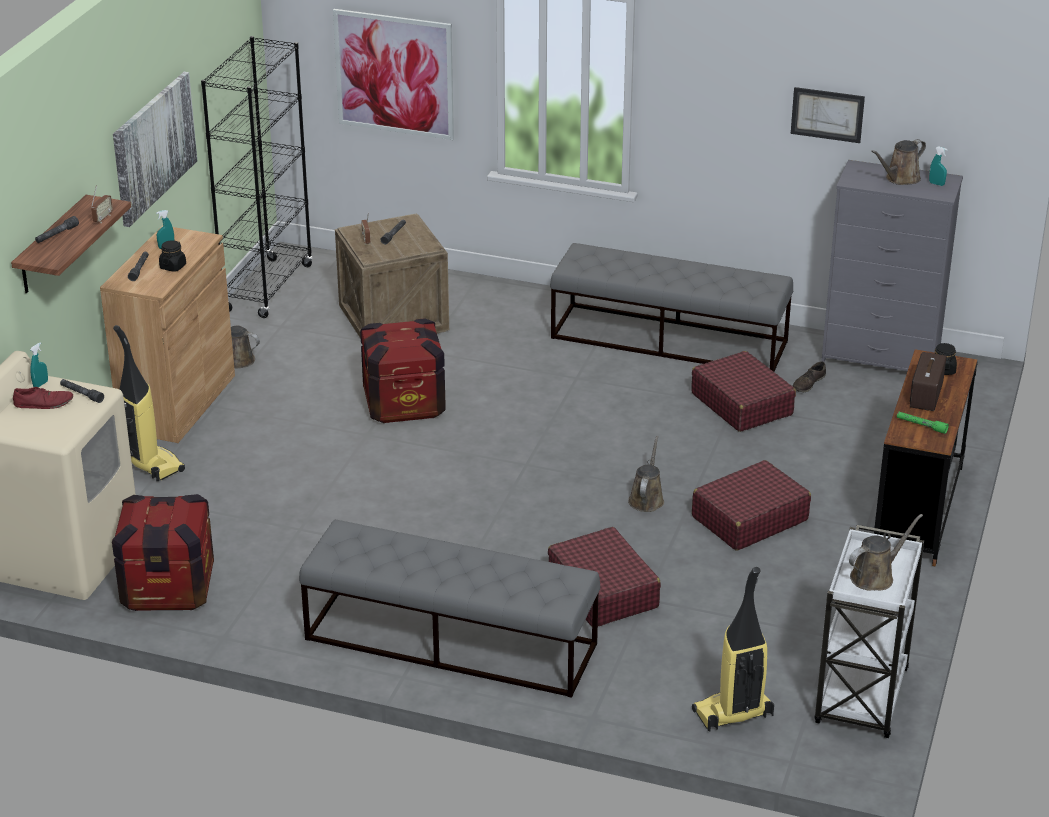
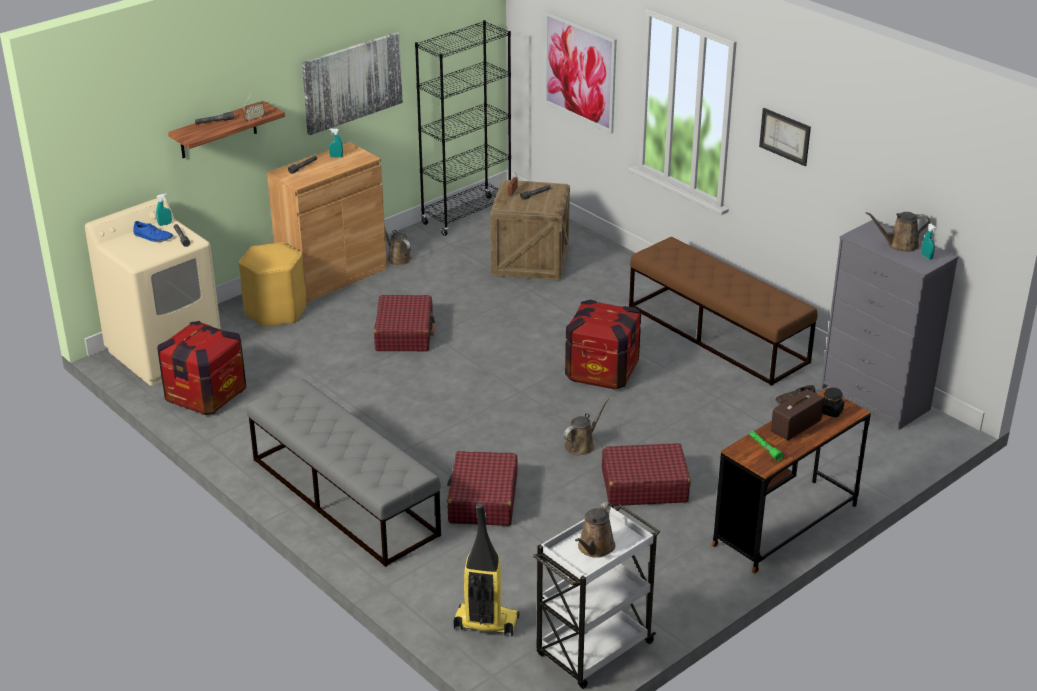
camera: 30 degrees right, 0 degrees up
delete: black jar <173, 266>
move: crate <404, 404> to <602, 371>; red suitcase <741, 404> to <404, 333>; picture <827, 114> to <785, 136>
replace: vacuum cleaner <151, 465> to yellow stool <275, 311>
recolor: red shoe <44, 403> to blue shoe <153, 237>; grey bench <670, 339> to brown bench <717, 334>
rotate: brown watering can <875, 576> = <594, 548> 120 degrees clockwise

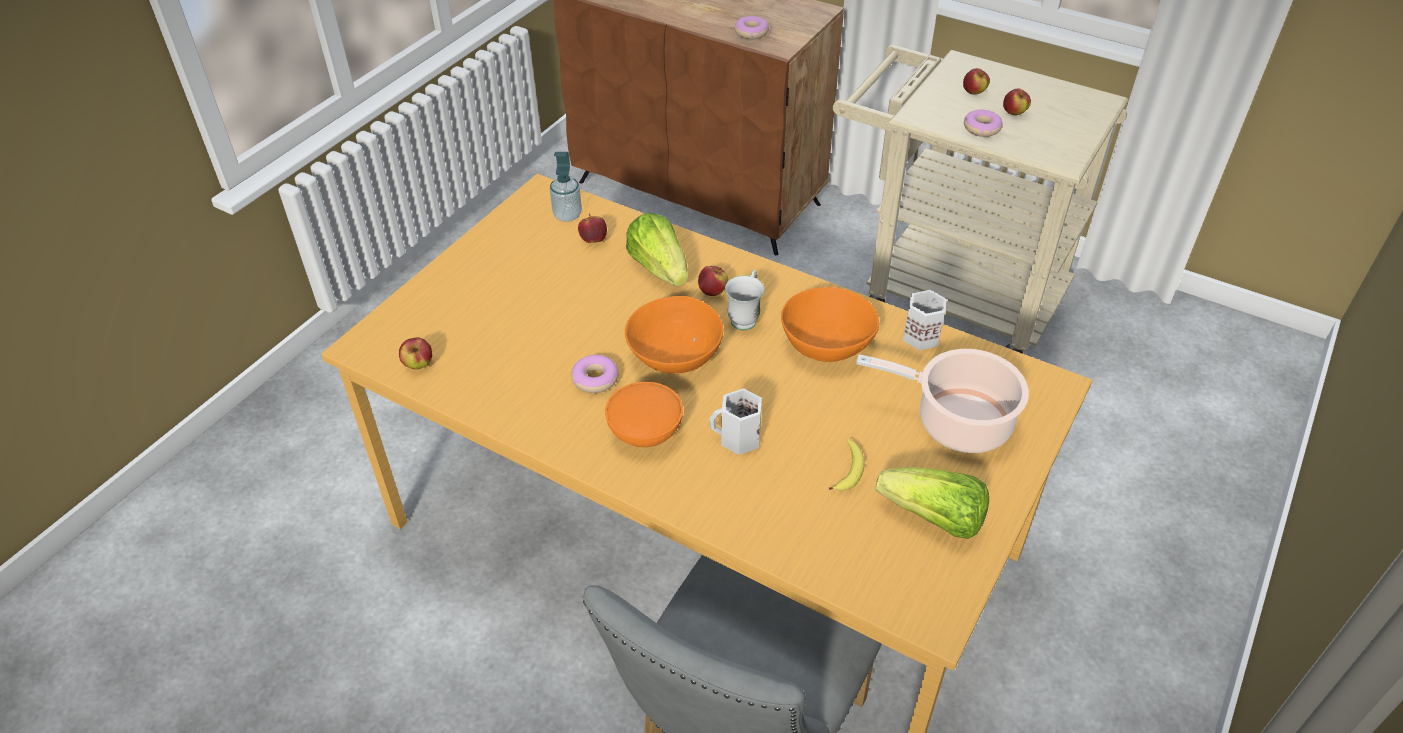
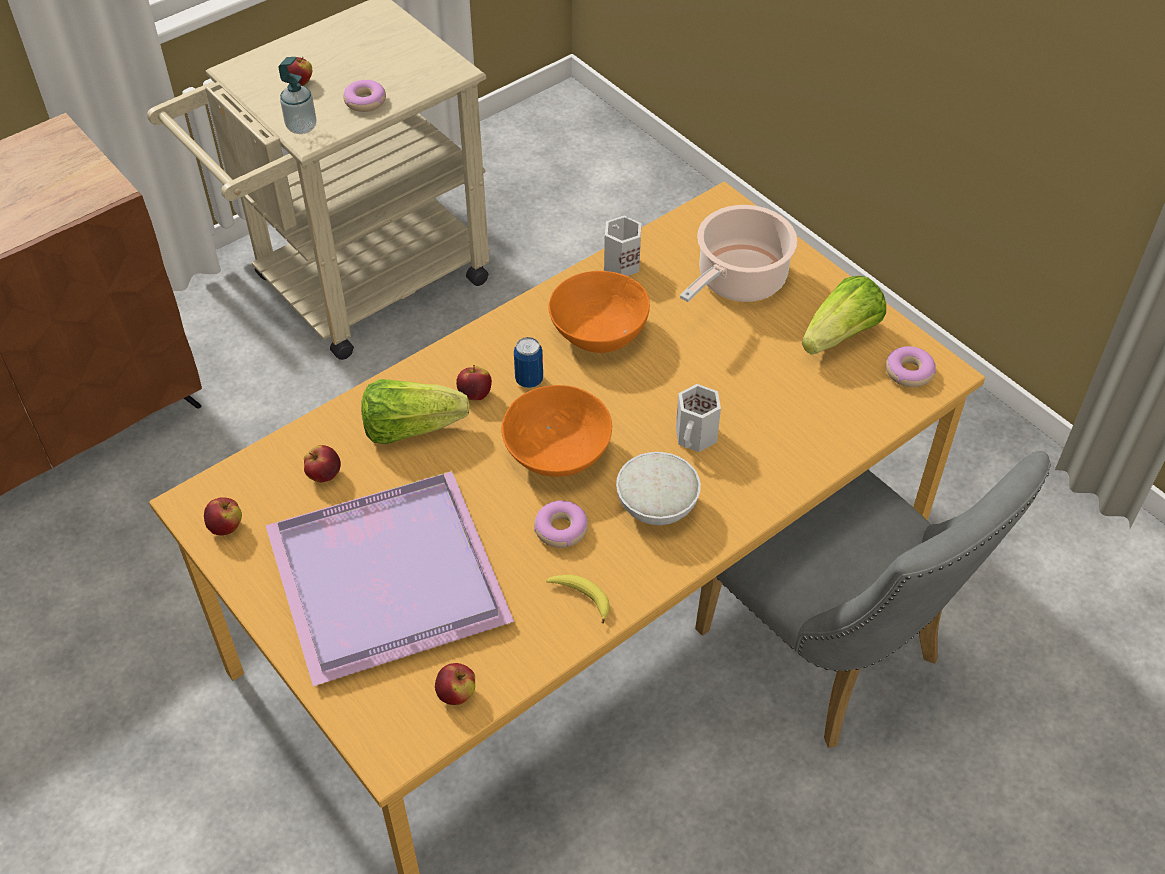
camera: 70 degrees left, 5 degrees up
insert: purple tray <390, 573>
move: soap dispenser <567, 215> to <301, 127>; donut <751, 33> to <909, 372>; banana <848, 470> to <581, 597>; apple <1014, 113> to <226, 527>
replace: white mug <745, 317> to can <529, 380>
recolor: orange bowl <646, 431> to white bowl <655, 505>

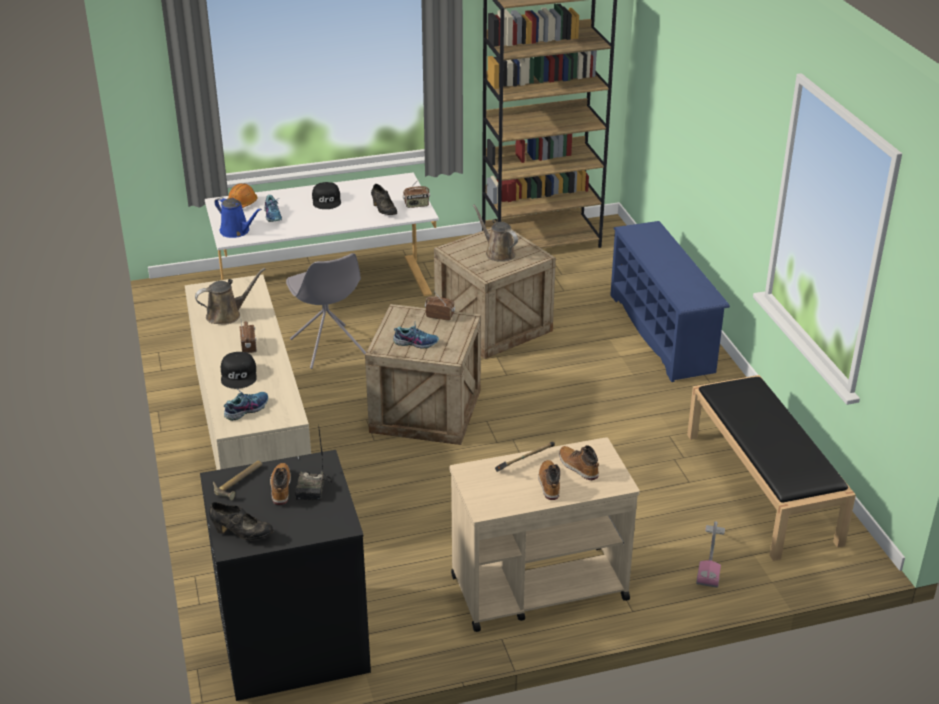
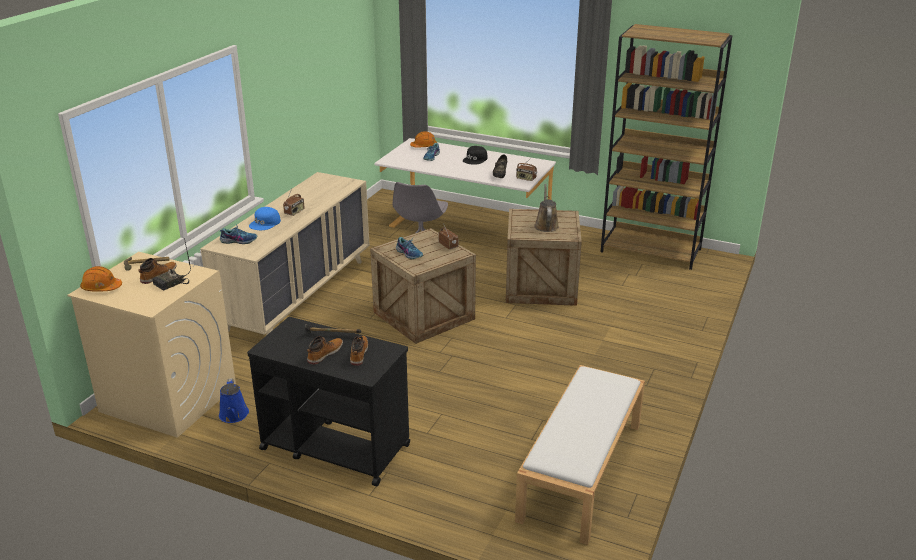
camera: 40 degrees right, 5 degrees down
delete: brown watering can <227, 315>; blue shoe rack <663, 333>; vacuum cleaner <711, 557>
move: blue watering can <237, 231> to <234, 416>
replace: black shoe <242, 534> to orange hard hat <101, 288>
recolor: black washing machine <292, 641> to beige washing machine <167, 398>; black cap <239, 375> to blue cap <265, 223>; beige cart <537, 587> to black cart <334, 446>; black bench <763, 488> to white bench <581, 471>

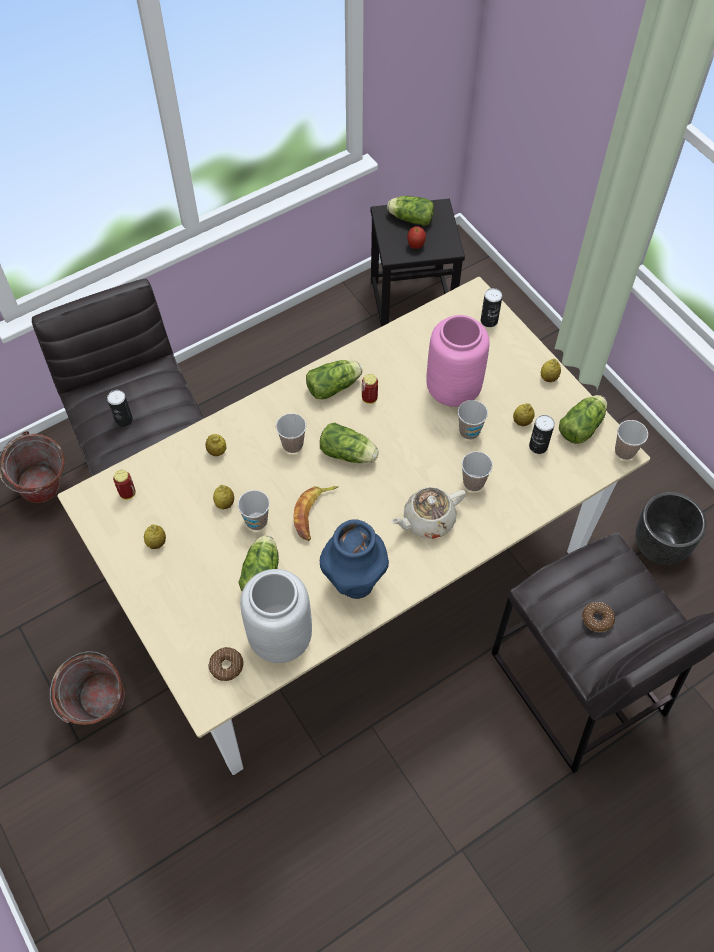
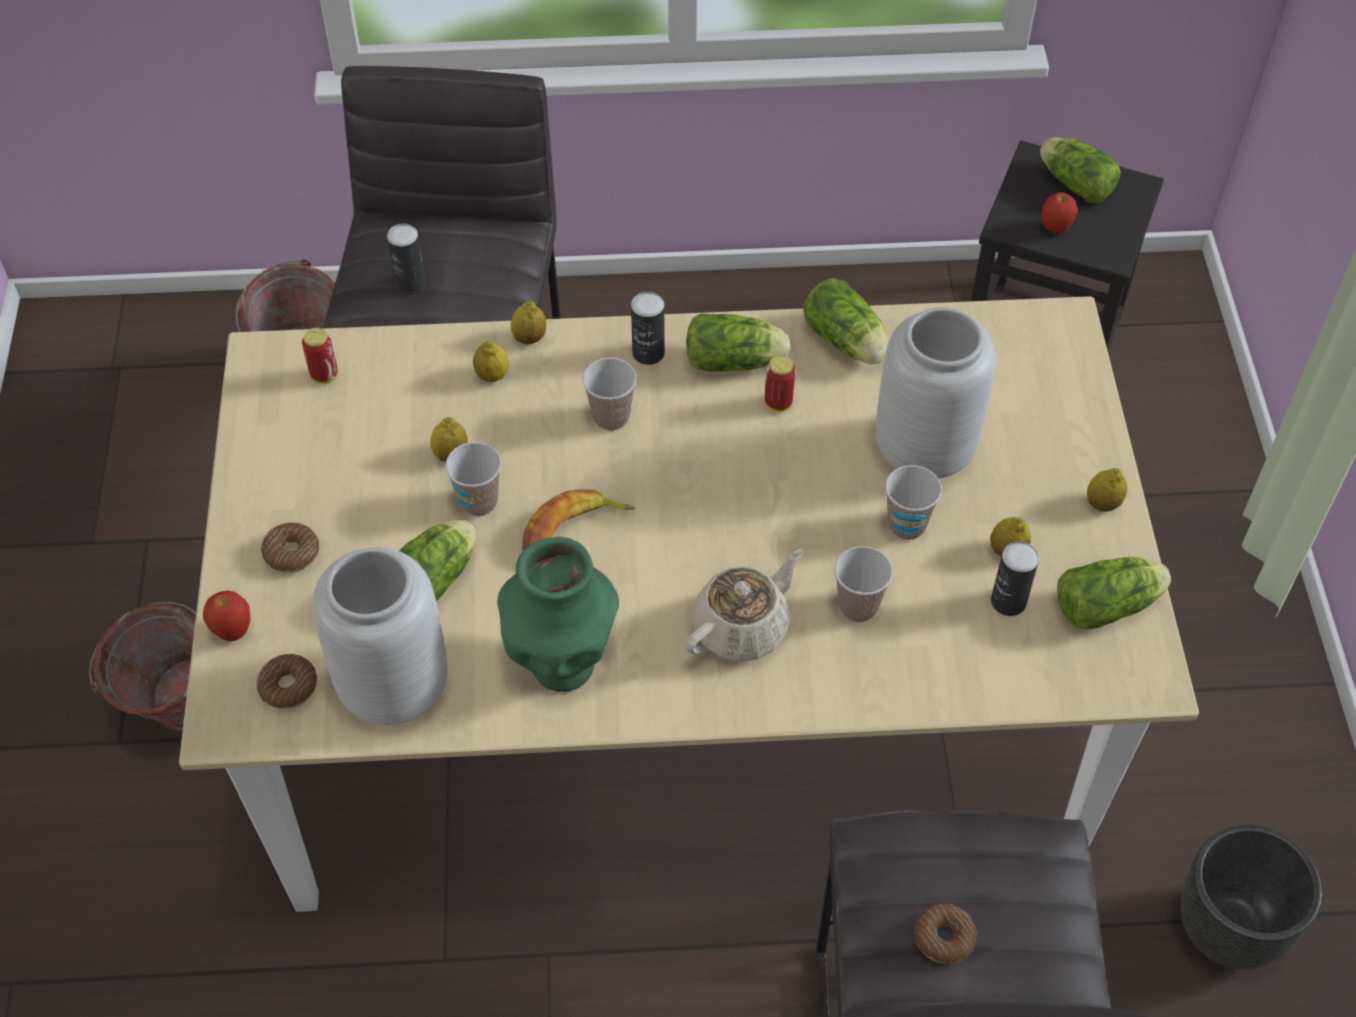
camera: 30 degrees right, 5 degrees down
delete: cup <625, 451>
insert: apple <233, 631>; donut <291, 553>
move: lemon <156, 543> to <529, 338>; lettuce <349, 454> to <847, 343>; can <489, 321> to <648, 353>
recolor: blue vase <355, 582> to green vase <563, 663>; pink vase <452, 389> to grey vase <923, 448>
rotate: beige teapot <427, 520> = <742, 627> 135 degrees clockwise

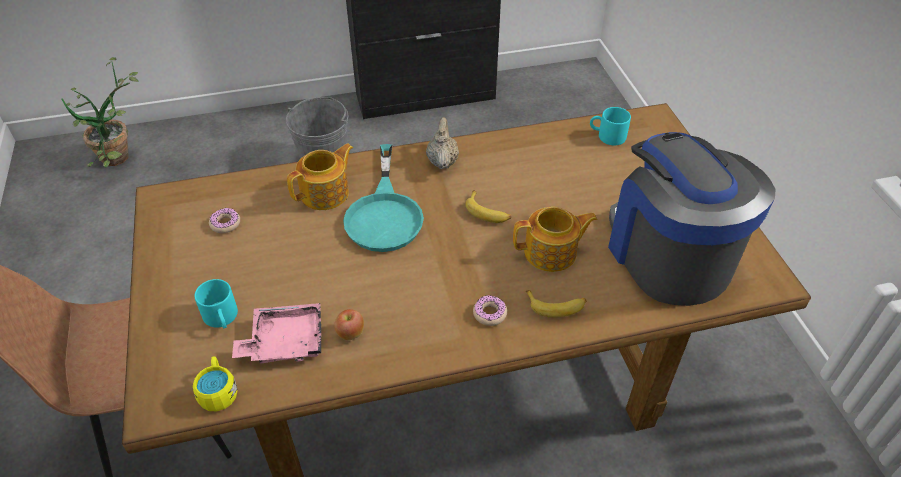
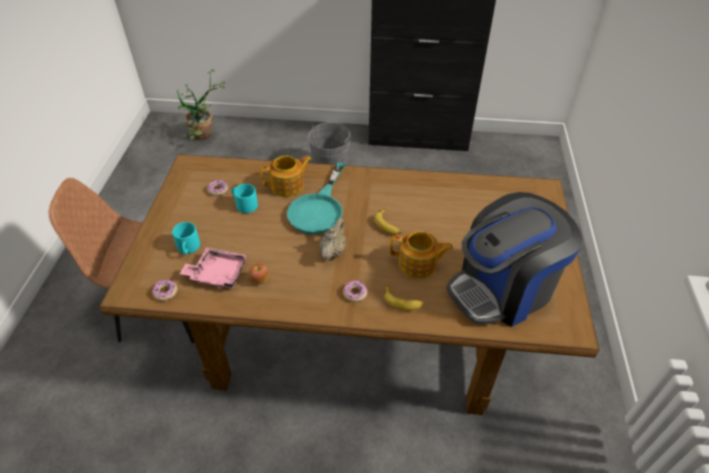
camera: 20 degrees right, 0 degrees up
move: beige teapot <442, 161> to <333, 251>; turquoise mug <607, 136> to <244, 204>
replace: yellow mug <218, 391> to donut <165, 292>
rotate: coffee machine <668, 255> = <503, 289> 120 degrees counterclockwise

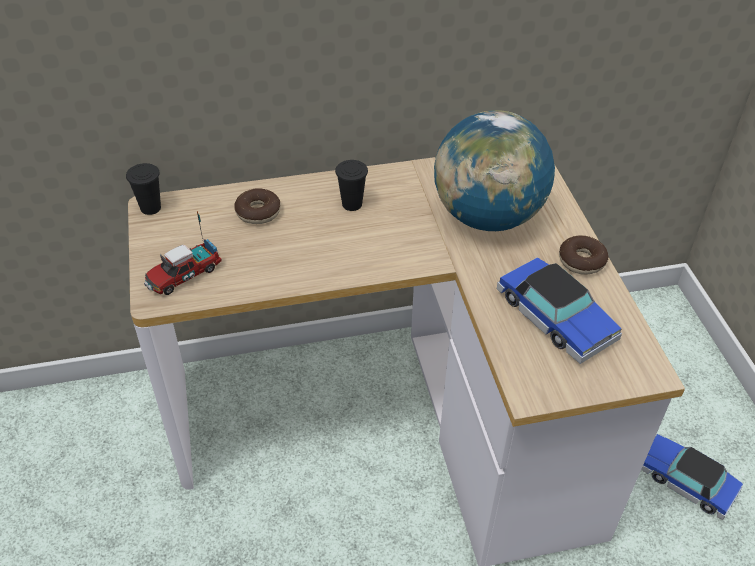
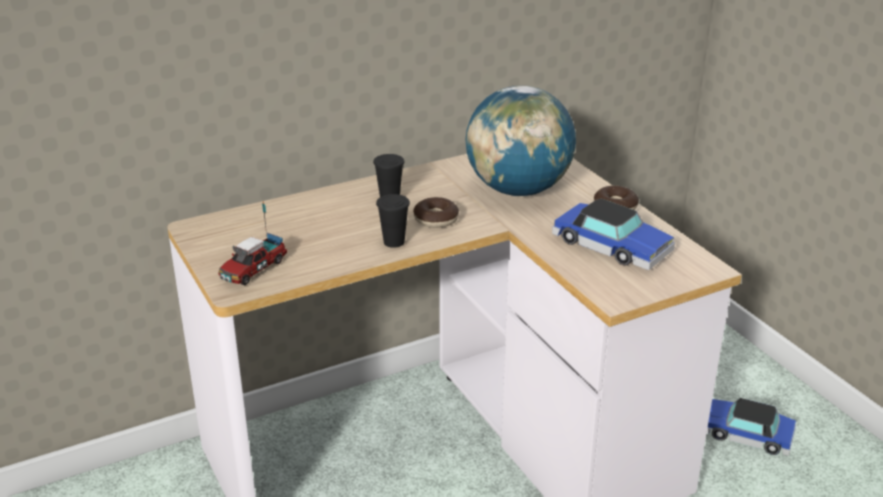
camera: 15 degrees left, 15 degrees down
move: black cup <150, 208> to <394, 242>; donut <258, 212> to <436, 219>

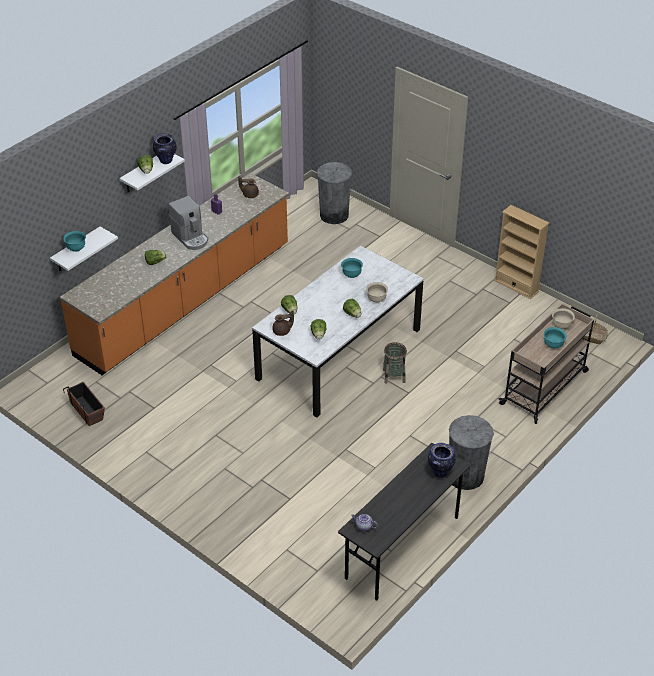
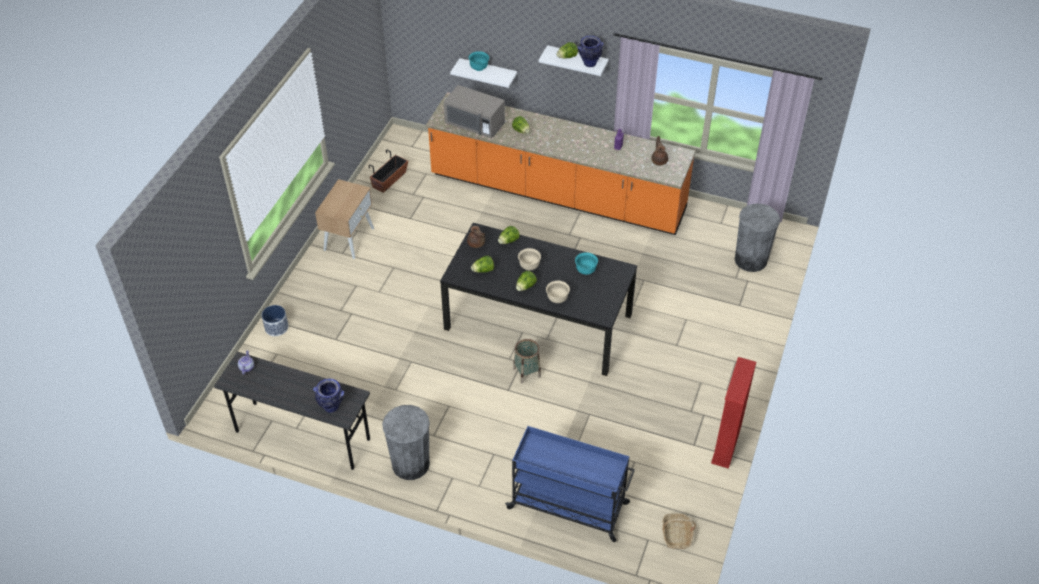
camera: 70 degrees right, 5 degrees up
delete: coffee machine <191, 238>; turquoise bowl <553, 345>
insert: planter <276, 327>; beige nightstand <349, 238>; grey microwave <475, 124>
move: beige bowl <561, 325> to <529, 266>
recolor: white dining table <339, 354> to black dining table <537, 322>; beige bookcase <516, 286> to red bookcase <726, 445>; beige cart <545, 387> to blue cart <569, 506>

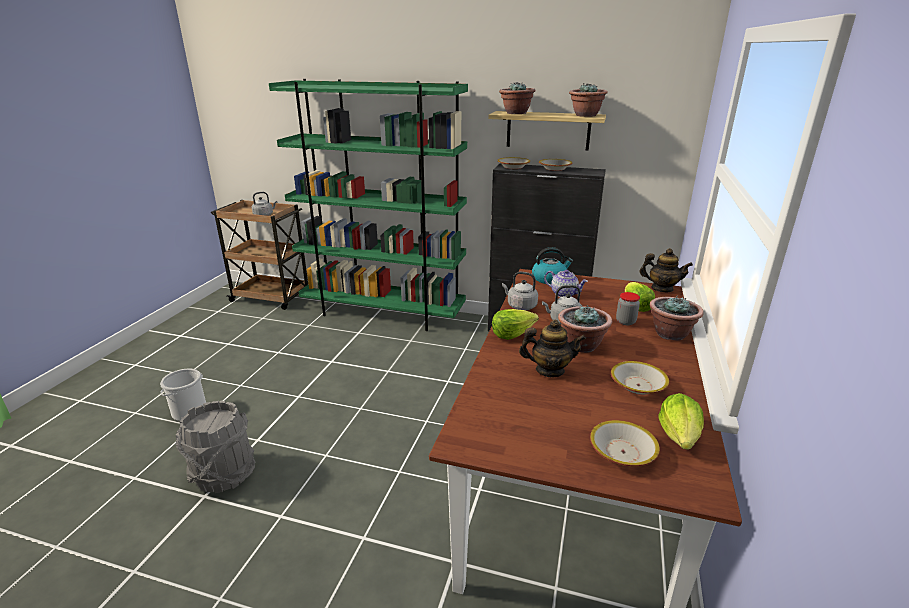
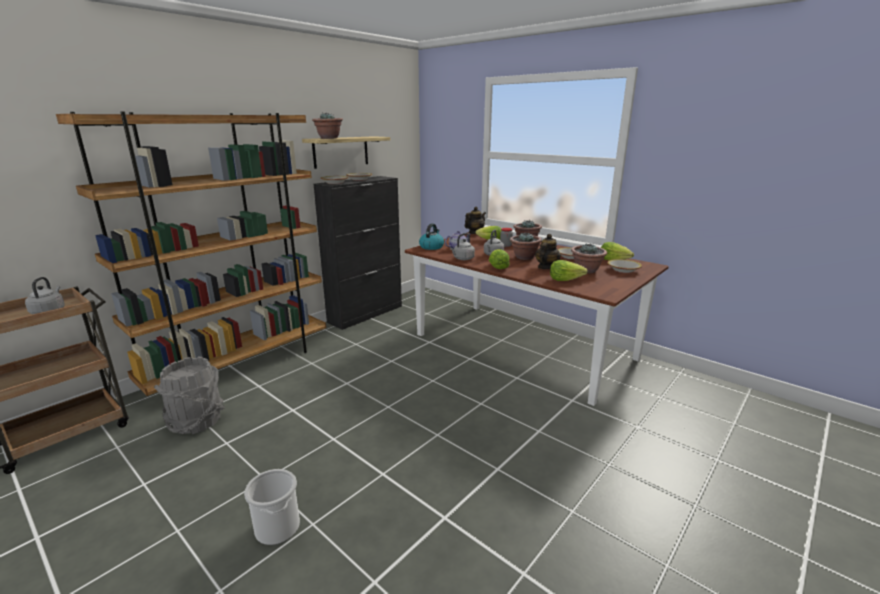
camera: 65 degrees left, 5 degrees down
insert: lettuce <565, 280>
move: grey bucket <224, 474> to <197, 421>; potted plant <585, 115> to <586, 270>
recolor: green bookcase <383, 313> to brown bookcase <241, 366>

